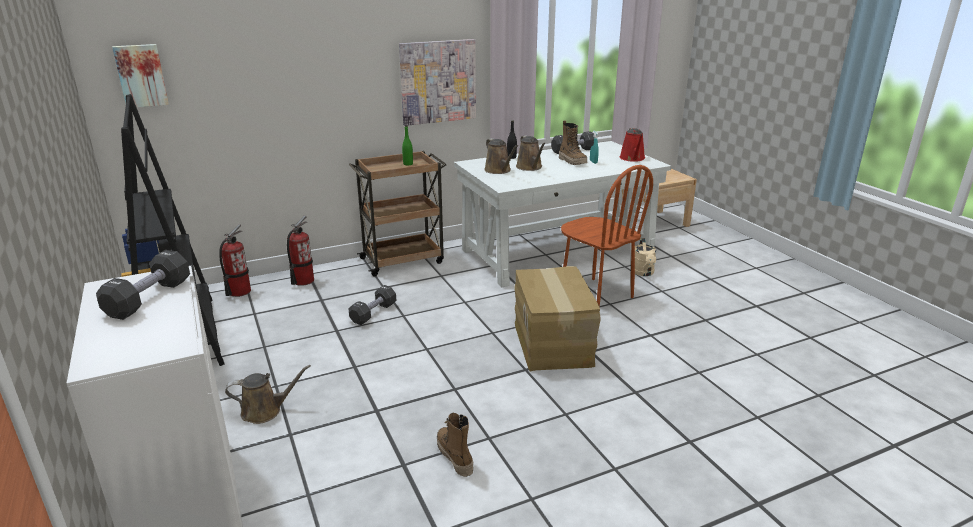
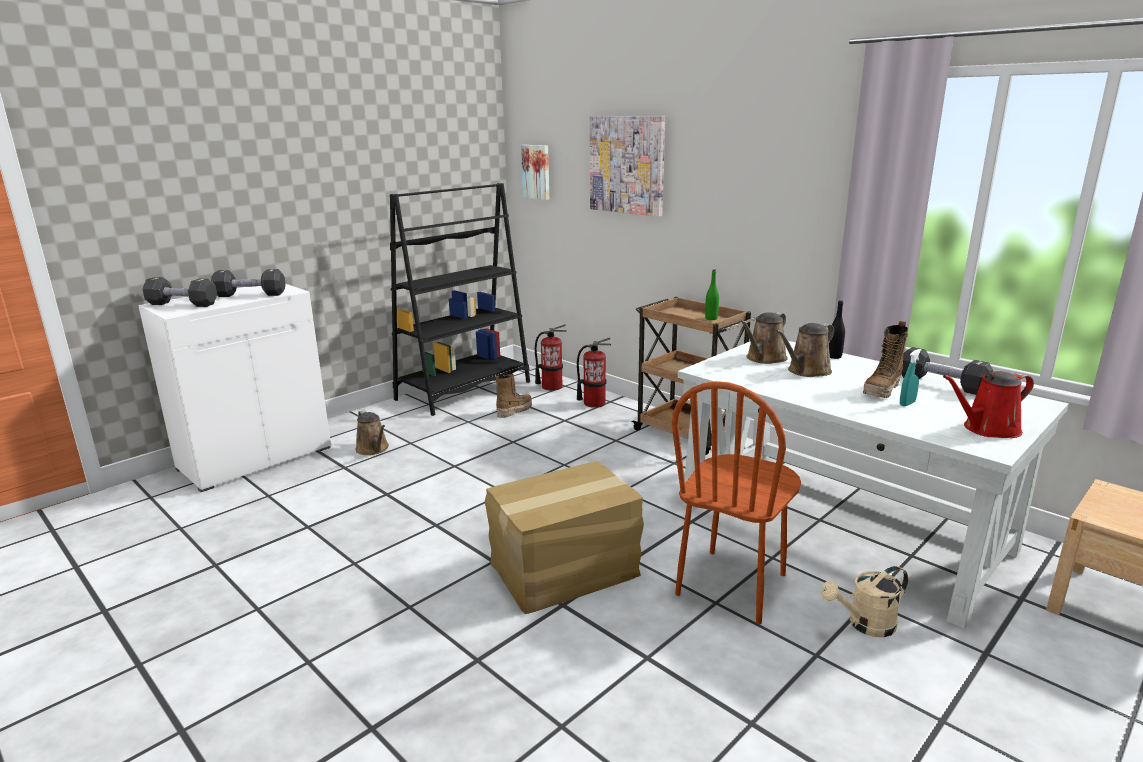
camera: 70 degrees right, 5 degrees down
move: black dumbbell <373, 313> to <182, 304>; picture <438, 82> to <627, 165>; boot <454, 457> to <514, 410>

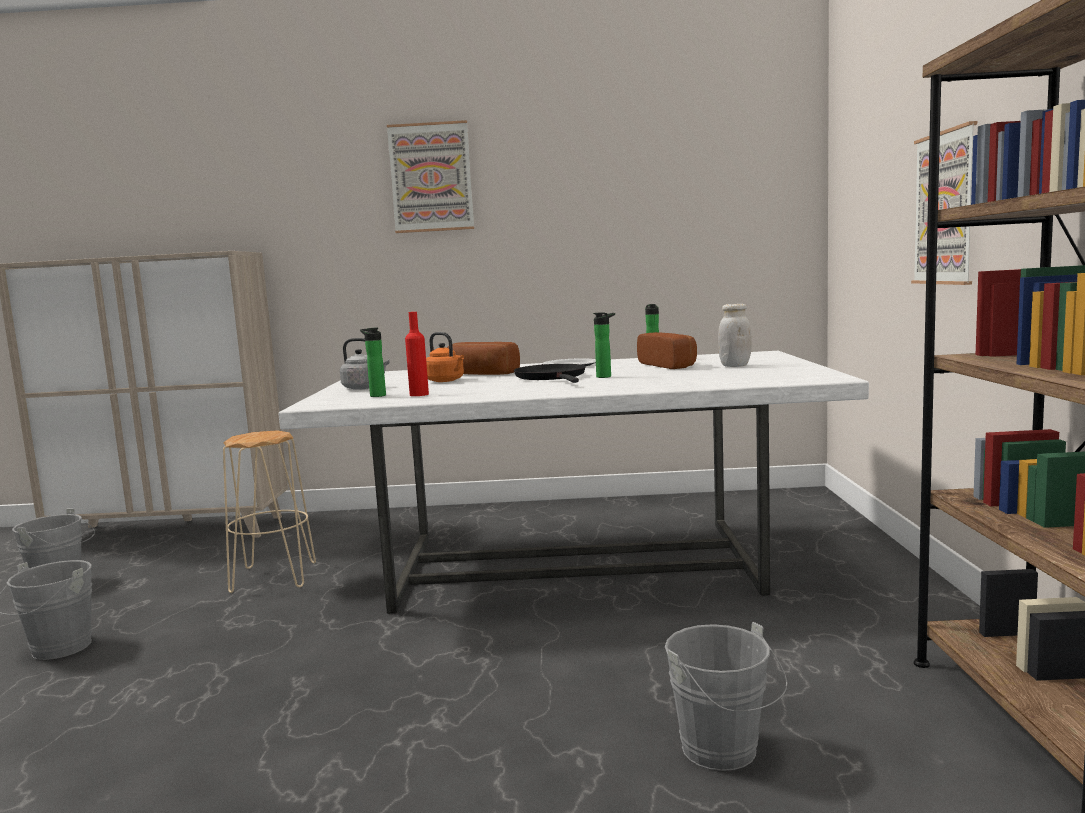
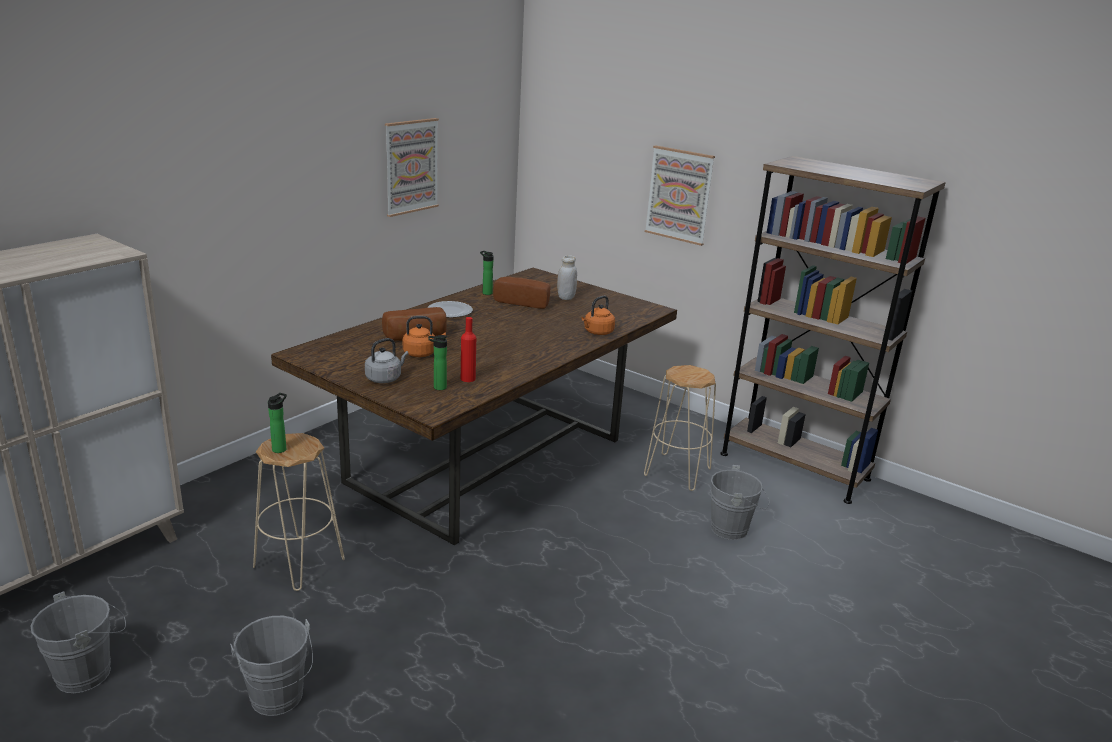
camera: 55 degrees left, 15 degrees up
delete: black frying pan <552, 377>
insert: orange kettle <597, 332>; beige stool <677, 472>
move: picture <431, 177> to <411, 166>; bottle <606, 376> to <281, 449>
recolor: white dining table <578, 564> to brown dining table <490, 459>

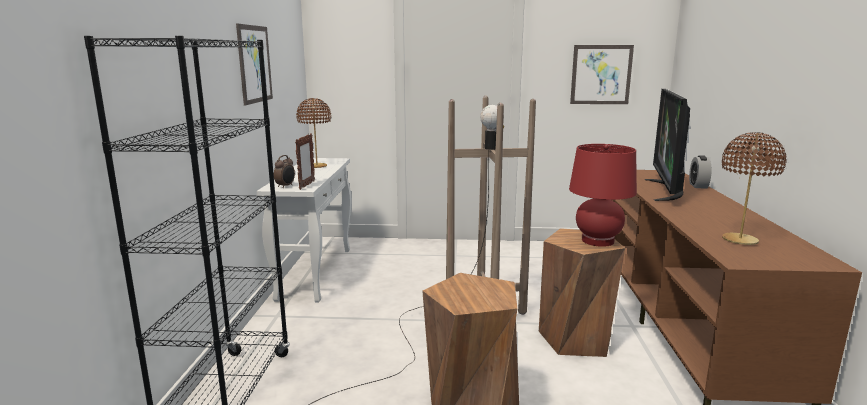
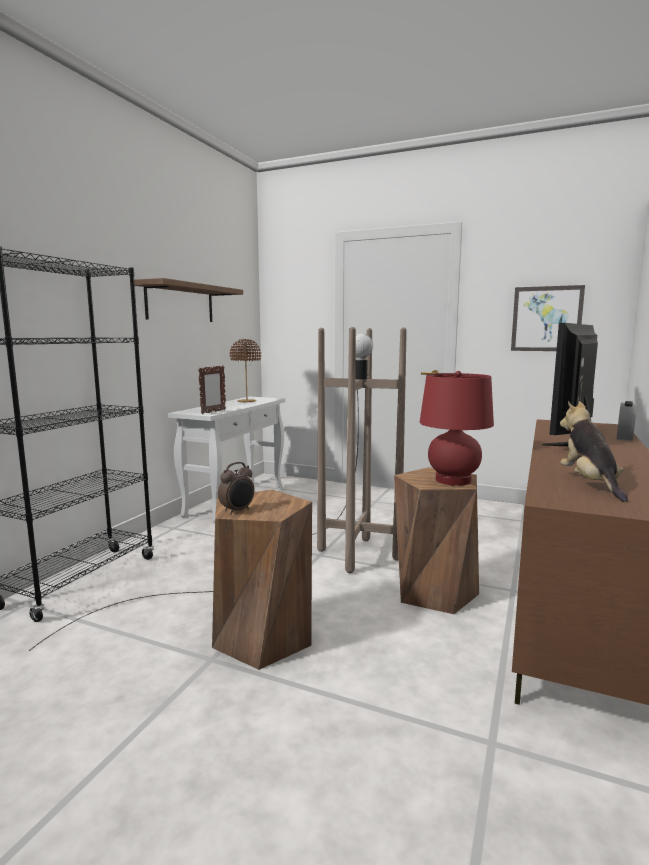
camera: 20 degrees right, 5 degrees down
move: alarm clock <285, 186> to <237, 511>
replace: picture <254, 64> to shelf <180, 303>; brown table lamp <740, 240> to plush toy <590, 484>

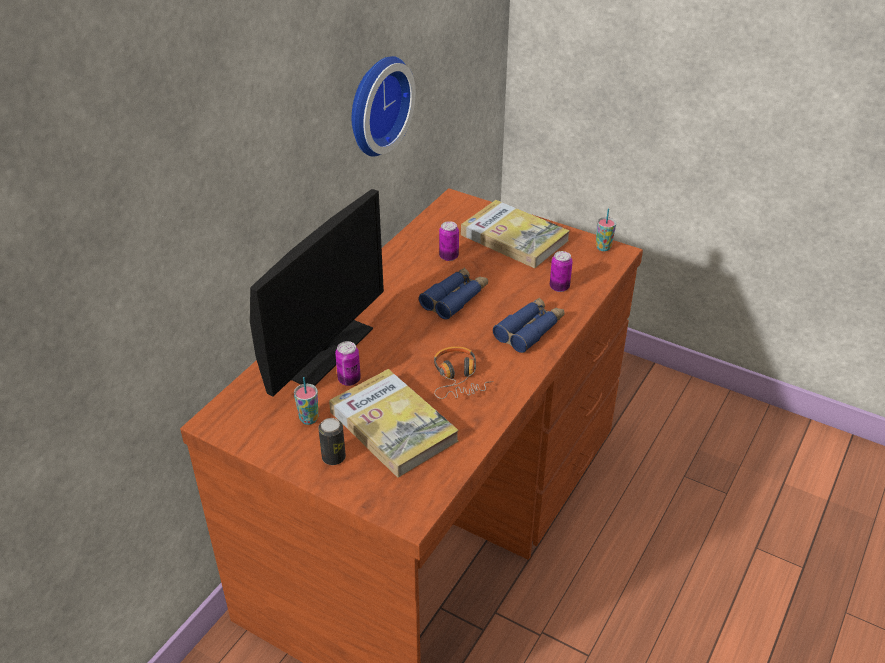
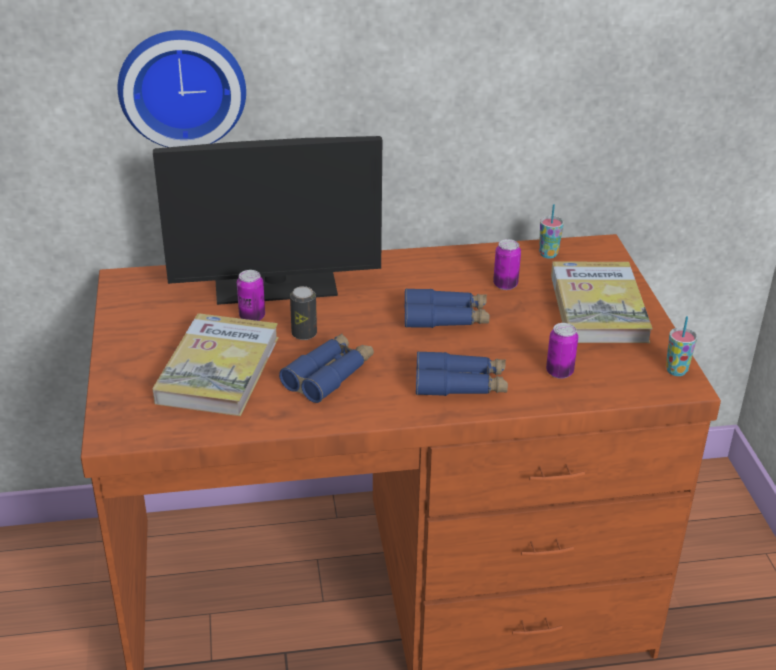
camera: 50 degrees right, 5 degrees down
move: cup <309, 419> to <548, 254>; can <333, 457> to <304, 334>; wall clock <375, 104> to <182, 86>
replace: headphones <458, 378> to blue binoculars <329, 375>

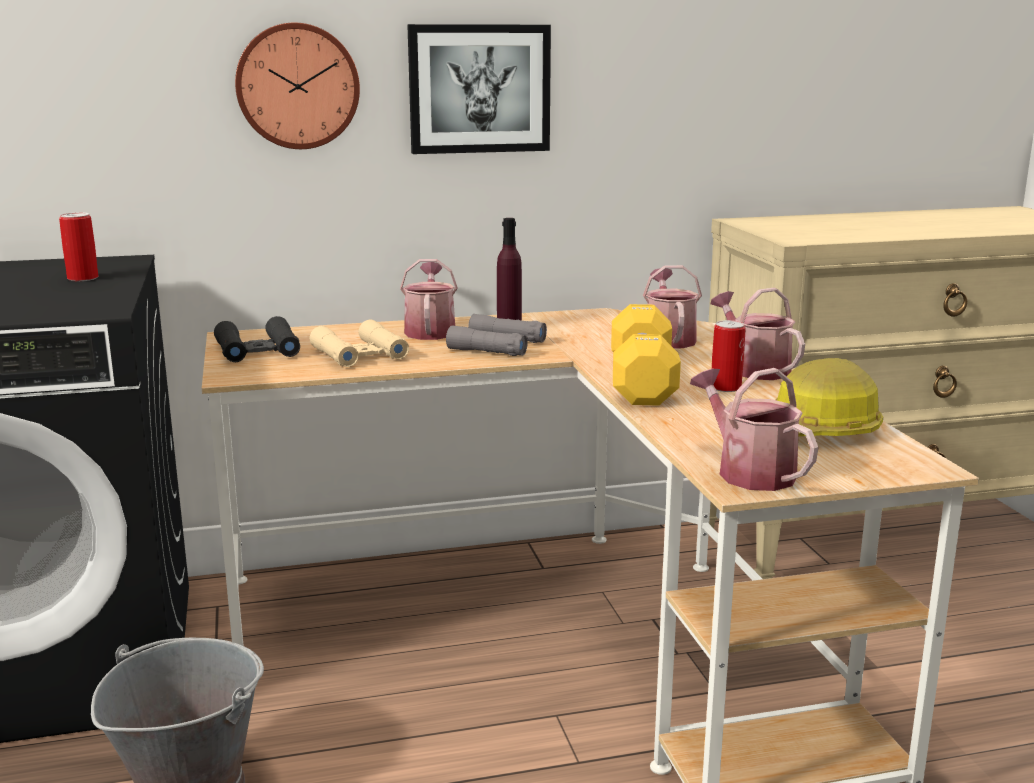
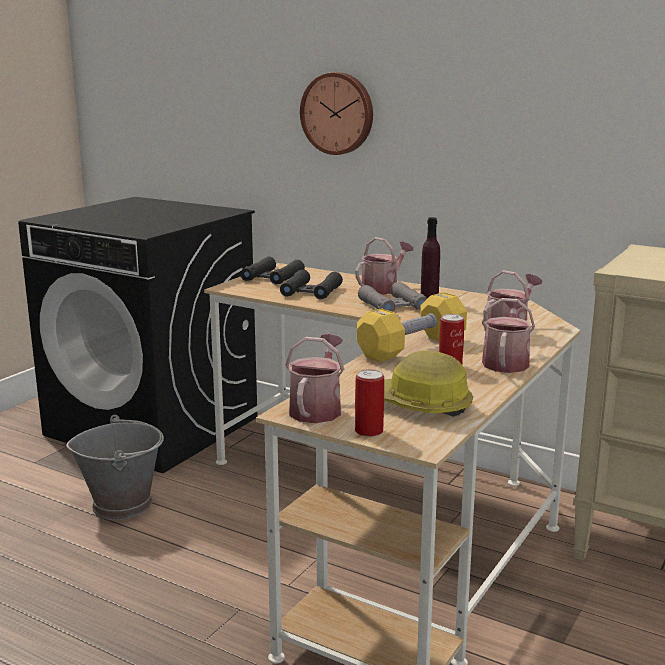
camera: 45 degrees right, 0 degrees up
delete: picture <479, 89>
move: can <83, 278> to <369, 431>
recolor: beige binoculars <359, 354> to black binoculars <311, 292>

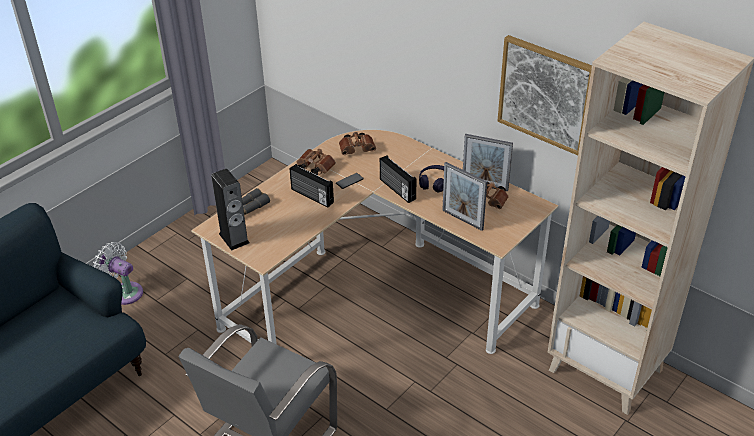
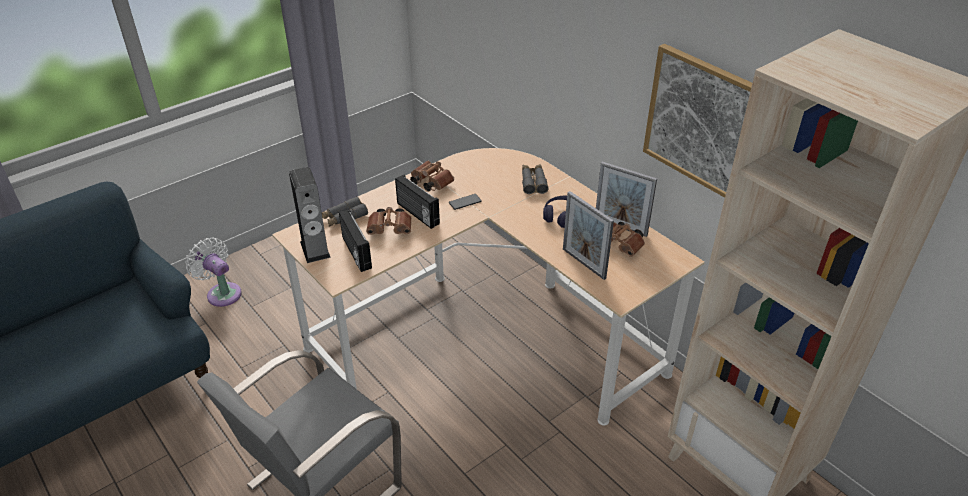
camera: 10 degrees right, 0 degrees up
insert: grey binoculars <533, 182>
move: brown binoculars <358, 149> to <391, 229>; radio <396, 189> to <355, 253>

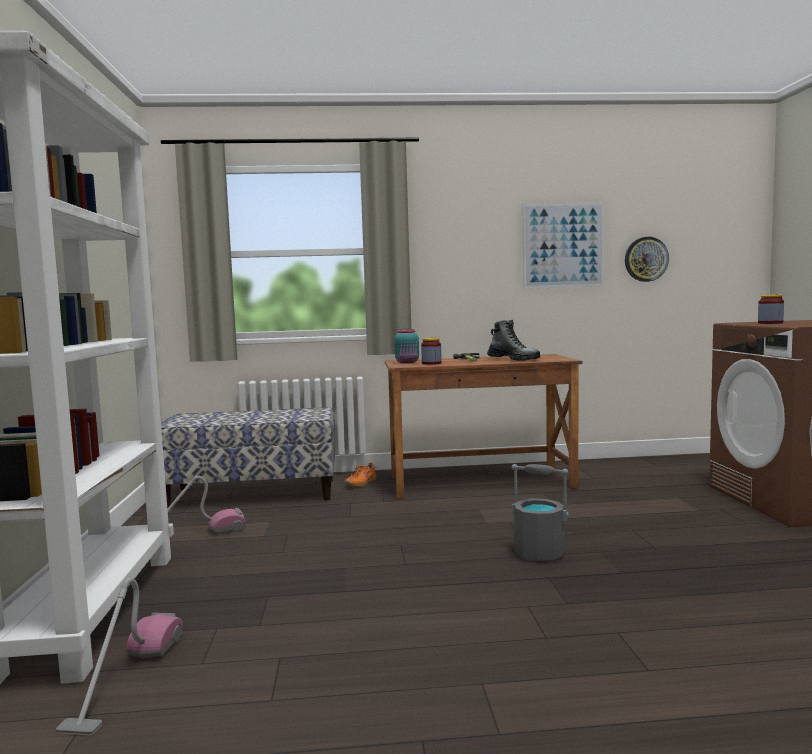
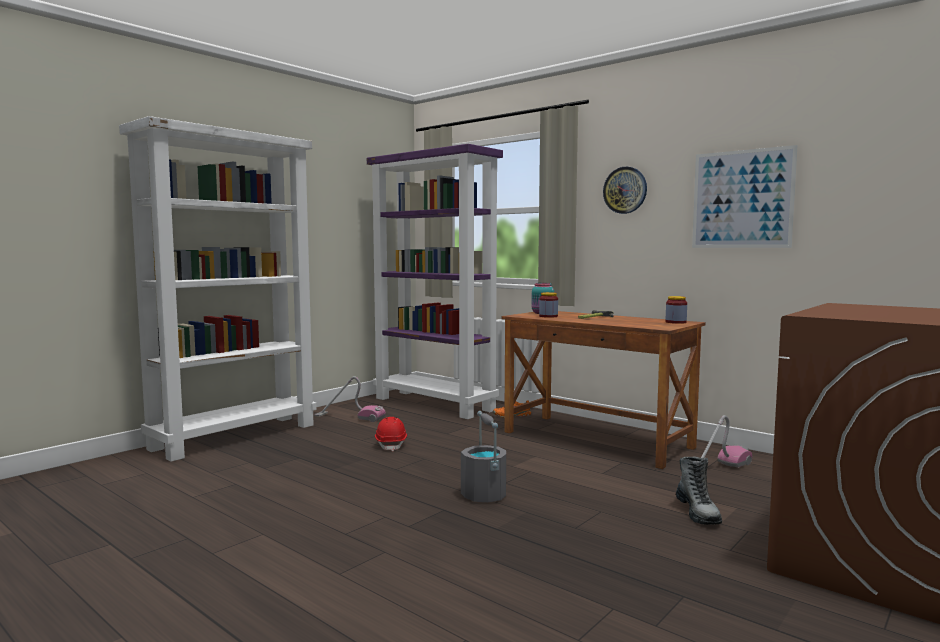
camera: 45 degrees right, 0 degrees up
insert: red hard hat <391, 444>
move: vacuum cleaner <127, 678> to <716, 471>; boot <513, 360> to <698, 512>; wall clock <646, 259> to <625, 190>; jar <770, 323> to <675, 322>
replace: bench <253, 493> to purple bookcase <435, 404>

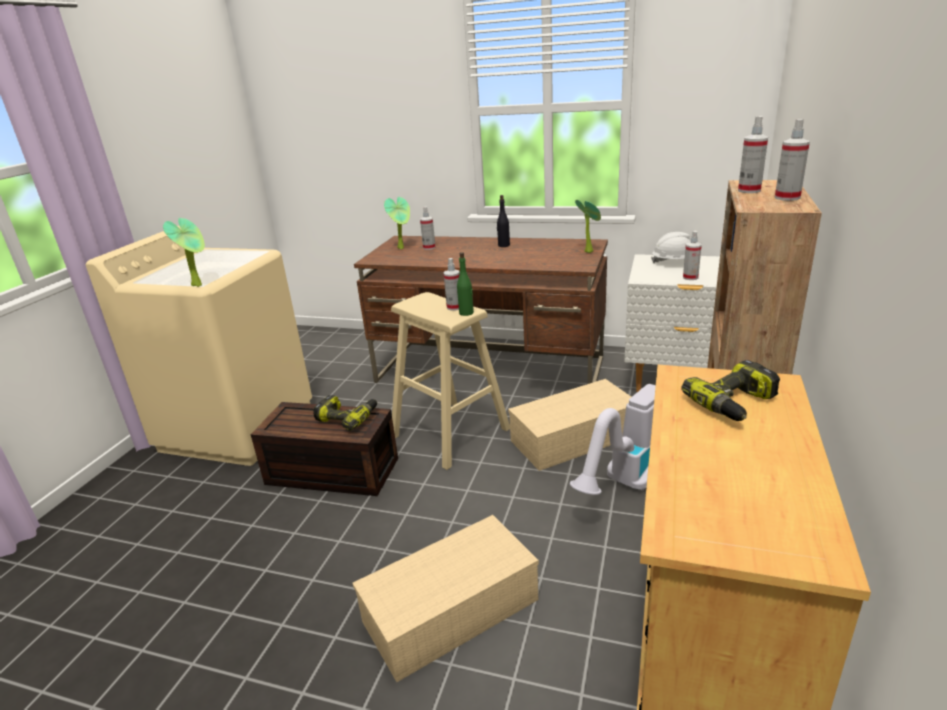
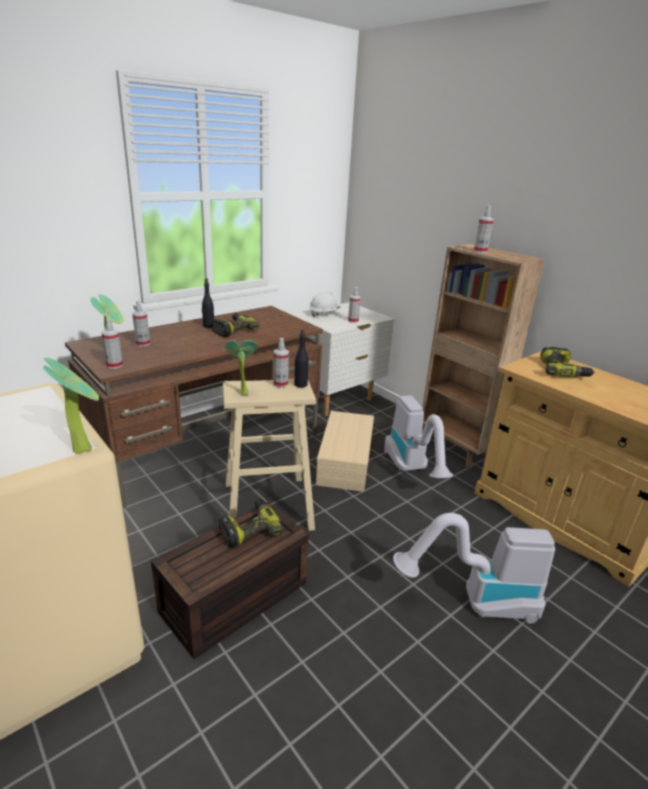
camera: 60 degrees left, 0 degrees up
insert: power drill <233, 330>
move: potted plant <588, 251> to <242, 392>; spray bottle <787, 198> to <114, 365>
replace: beige storage box <449, 613> to vacuum cleaner <475, 602>
recolor: green bottle <466, 313> to black bottle <301, 384>

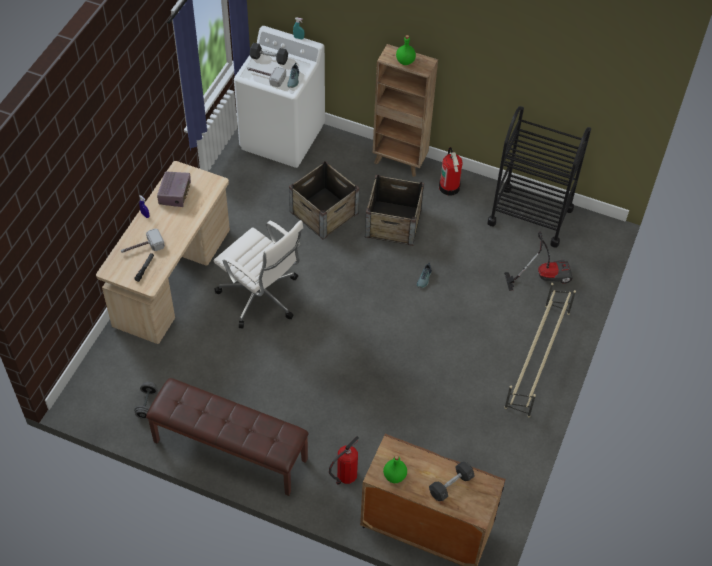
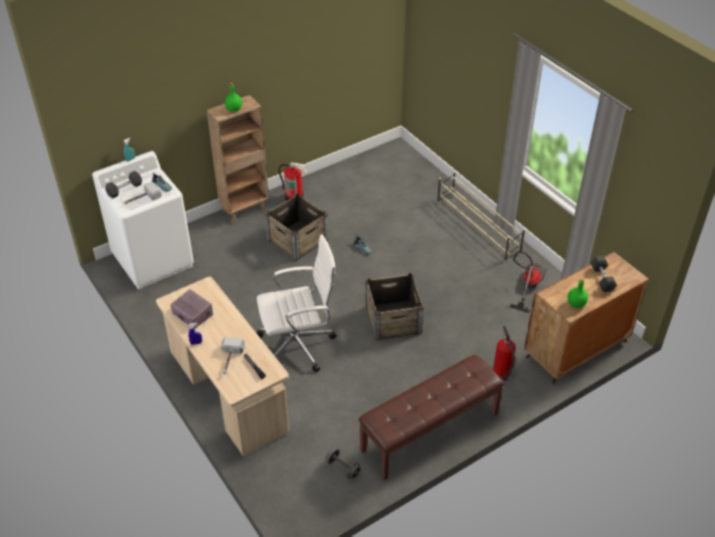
camera: 55 degrees left, 10 degrees down
delete: black cart <530, 216>
move: crate <324, 213> to <393, 319>; vacuum cleaner <543, 275> to <527, 286>

